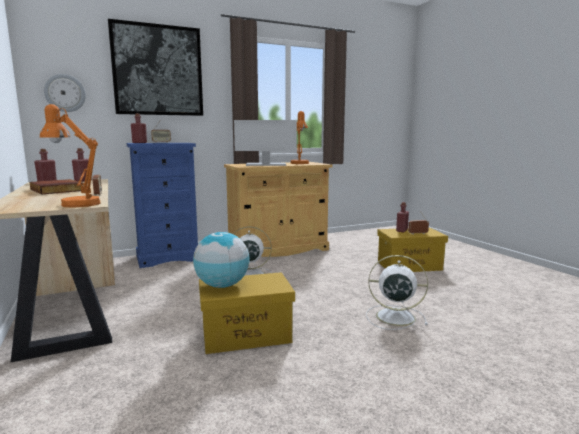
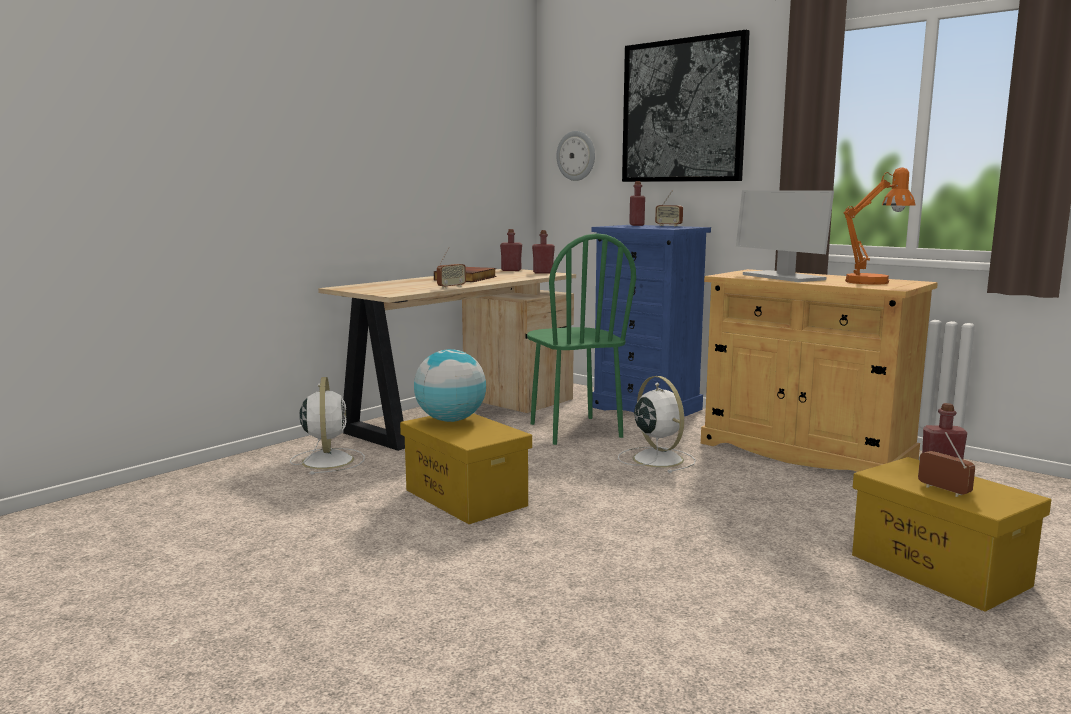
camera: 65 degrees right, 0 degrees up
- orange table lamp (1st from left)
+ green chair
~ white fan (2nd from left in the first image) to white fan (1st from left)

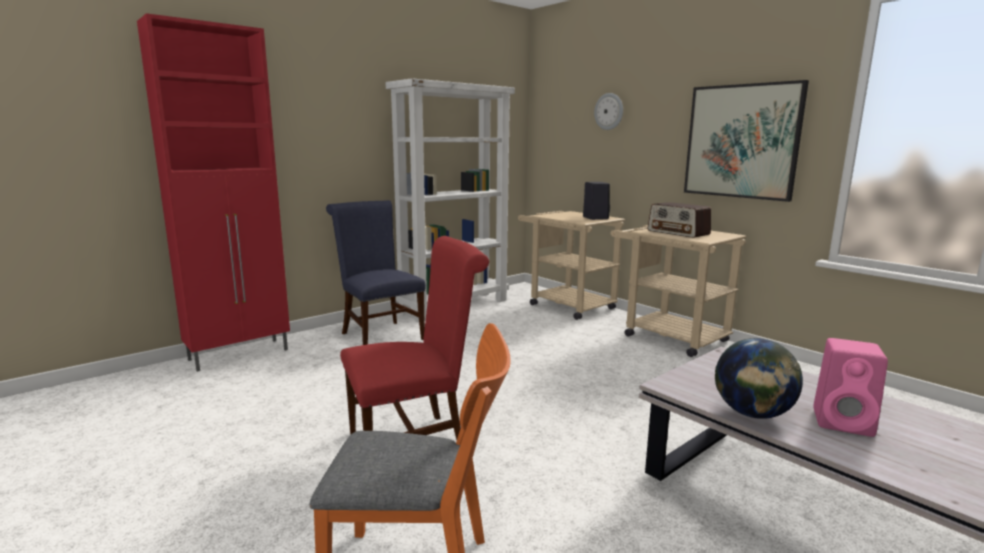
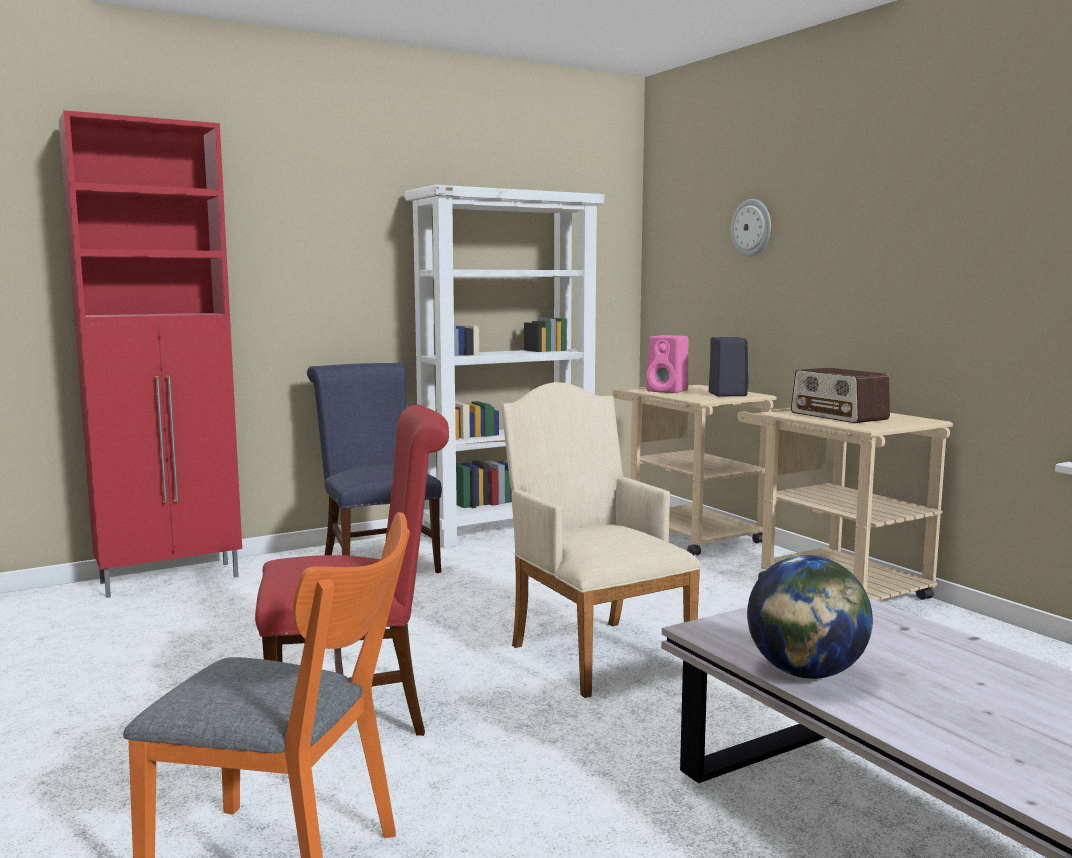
camera: 10 degrees right, 5 degrees down
- picture
+ beige armchair
~ pink speaker

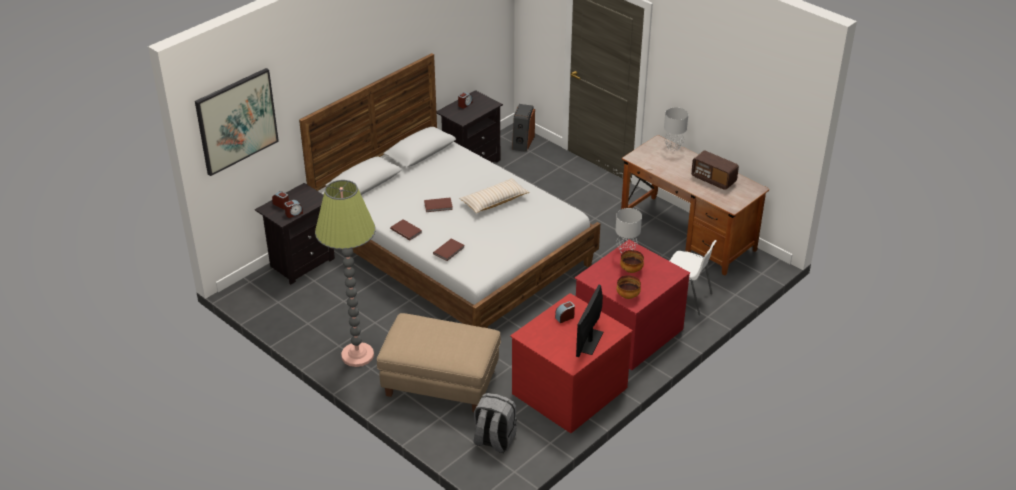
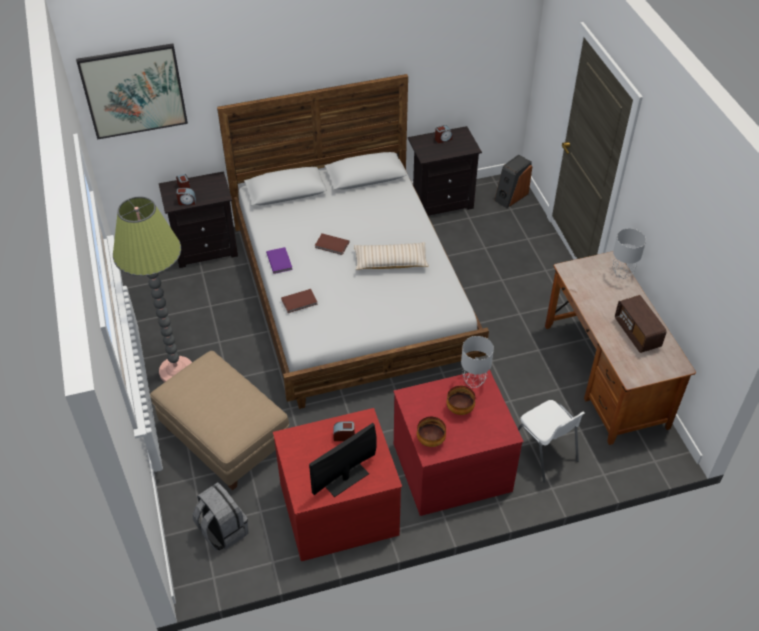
camera: 30 degrees right, 10 degrees up
~ brown book (1st from left) to purple book

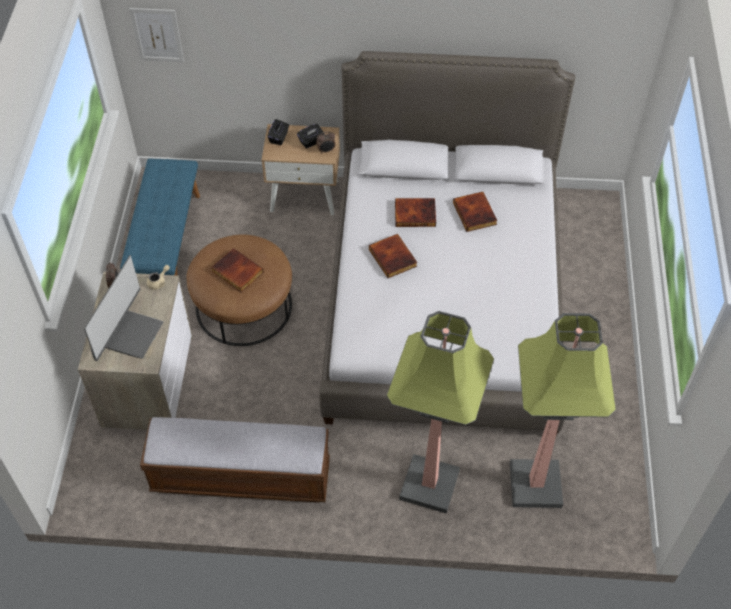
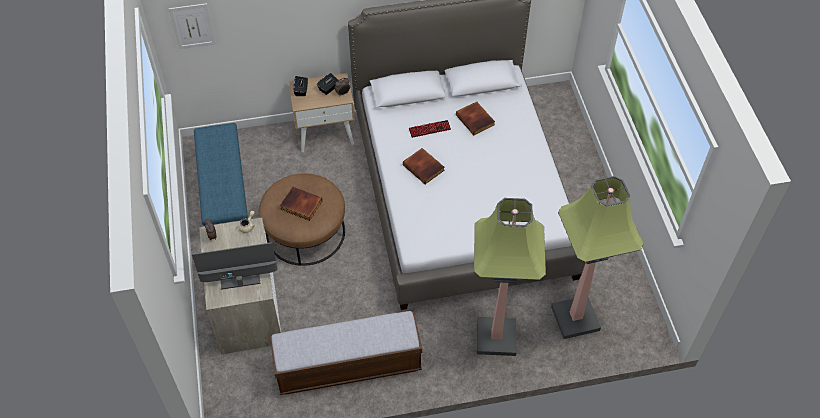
camera: 15 degrees left, 0 degrees up
~ book (3rd from left) to keyboard
~ monitor 105 degrees counterclockwise

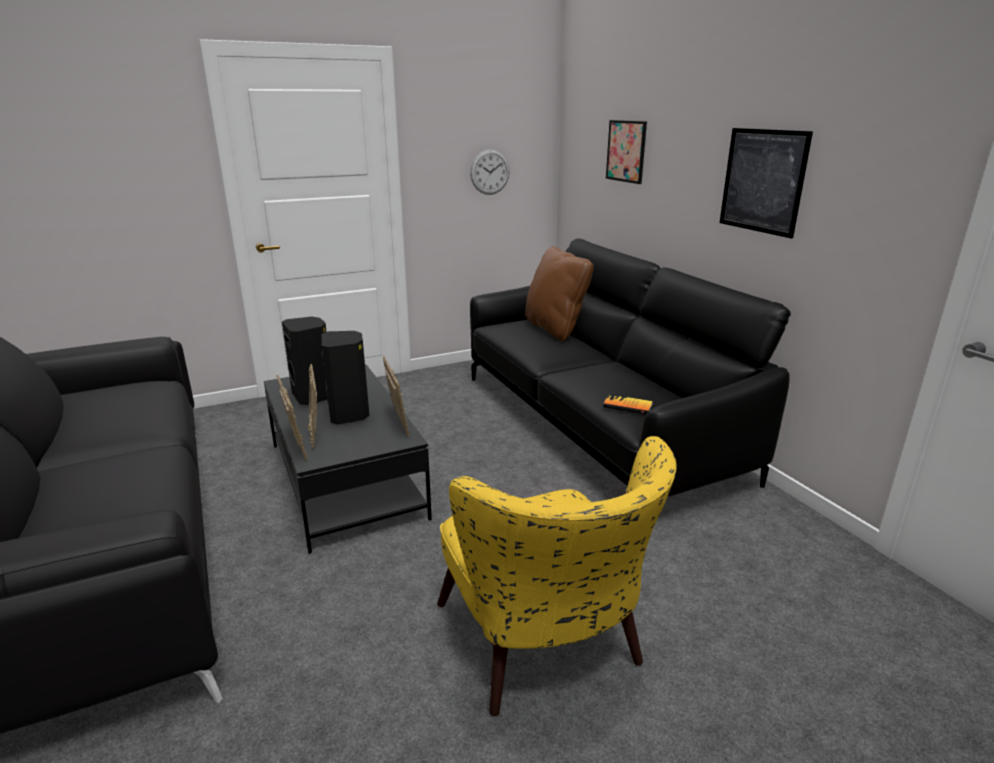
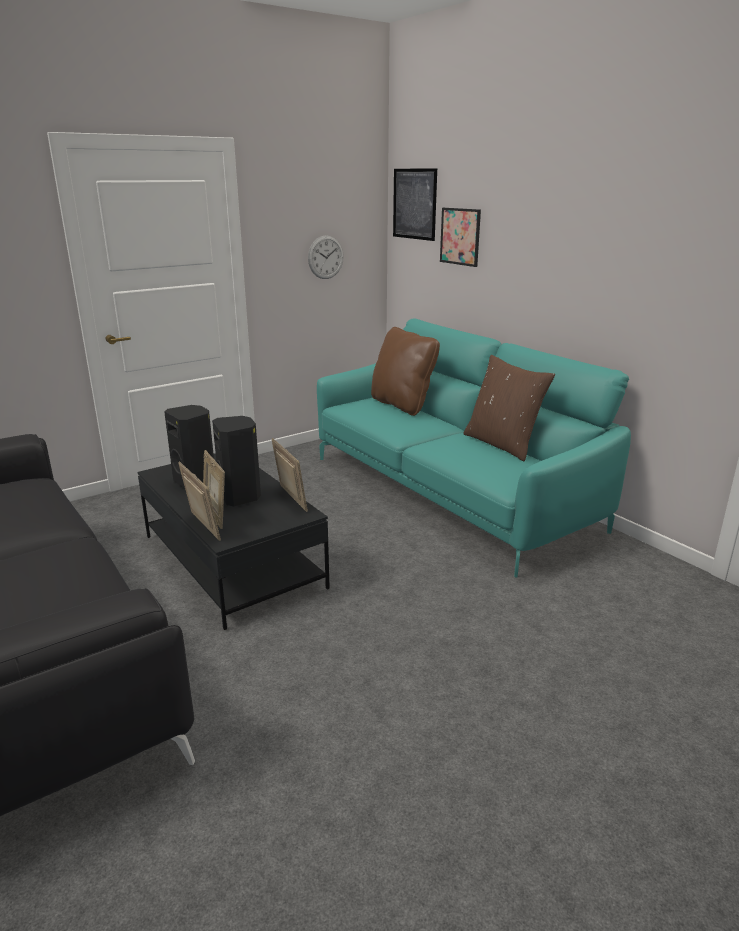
camera: 10 degrees left, 0 degrees up
- yellow armchair
- book
+ brown pillow (2nd from left)
~ picture (2nd from left in the first image) to picture (1st from left)
~ black sofa (2nd from left) to turquoise sofa

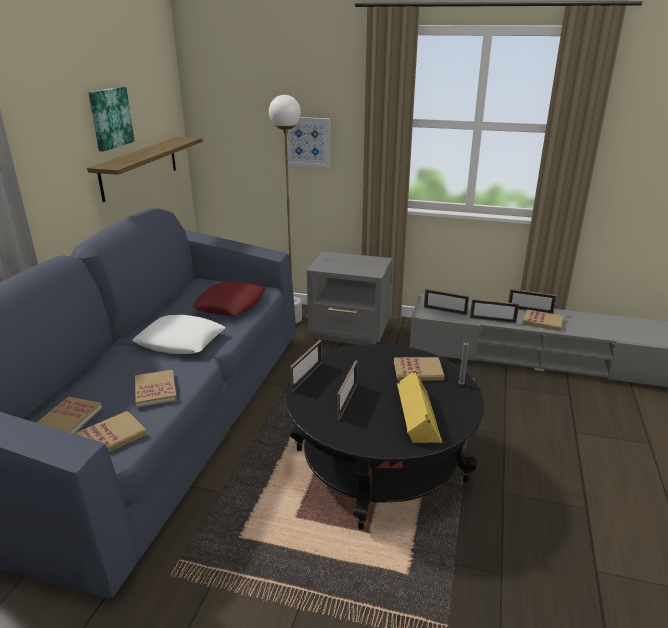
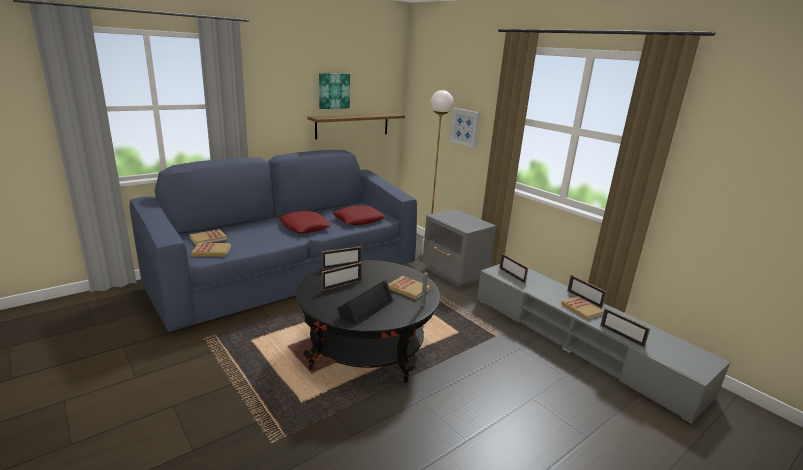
camera: 35 degrees right, 5 degrees down
- book (3rd from left)
~ picture frame (4th from left in the first image) to picture frame (5th from left)
~ white pillow to red pillow (1st from left)
~ yellow speaker to black speaker

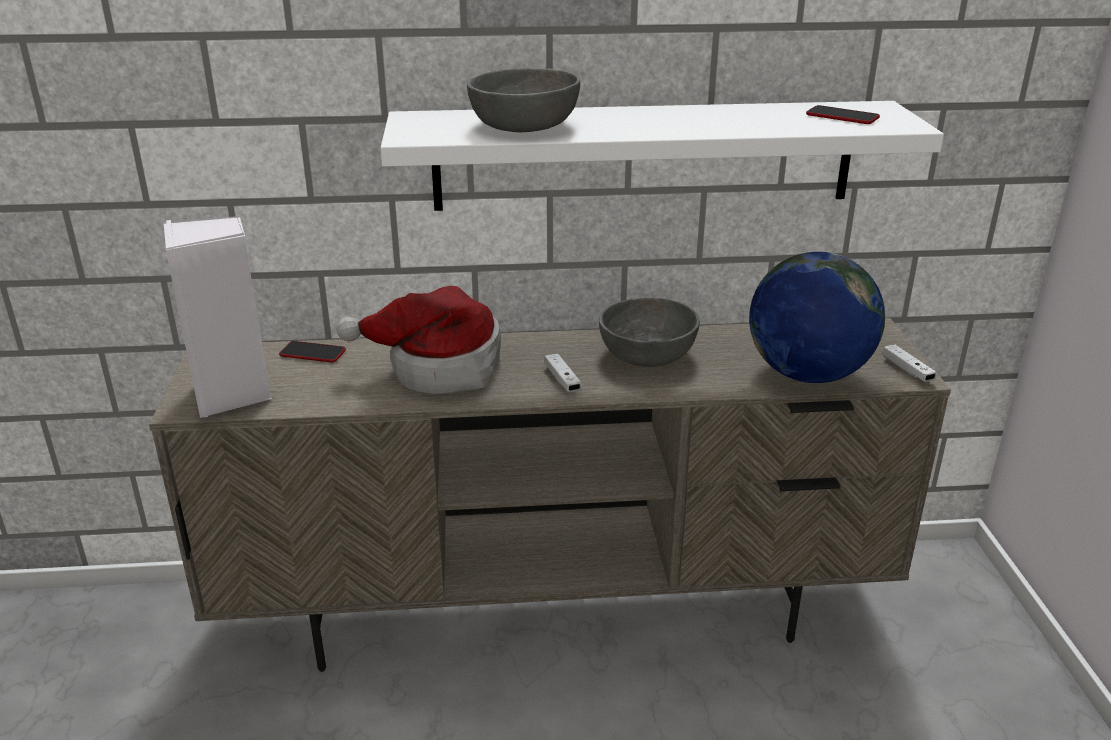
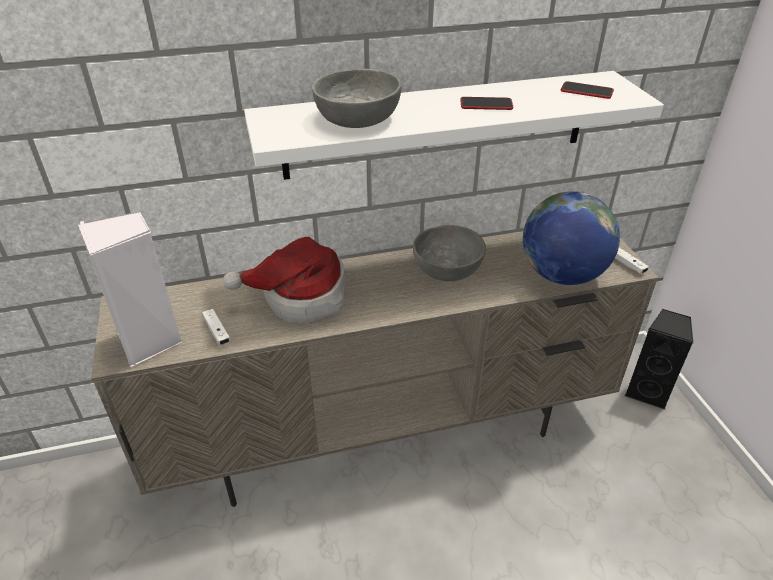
camera: 10 degrees left, 10 degrees up
+ black speaker
~ phone (1st from left)
~ white game controller (1st from left)

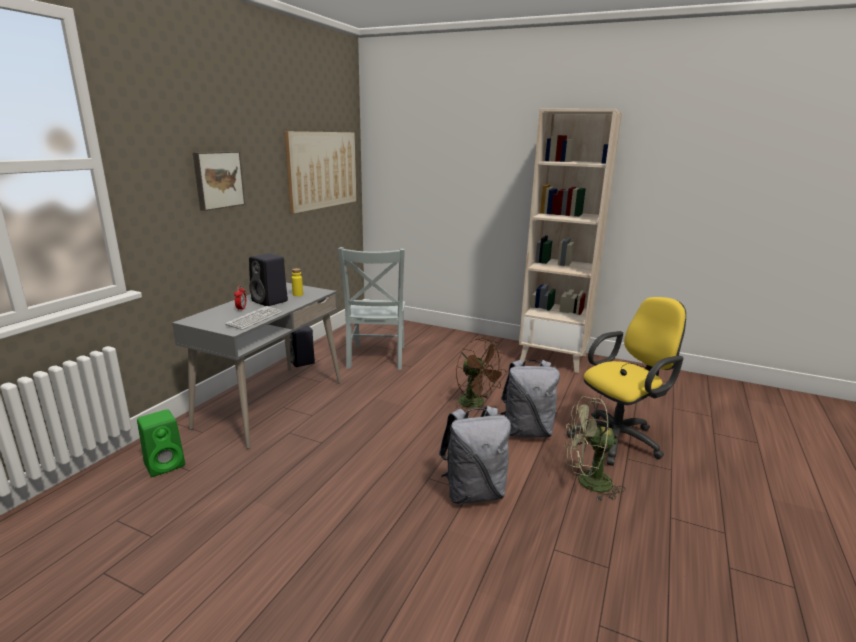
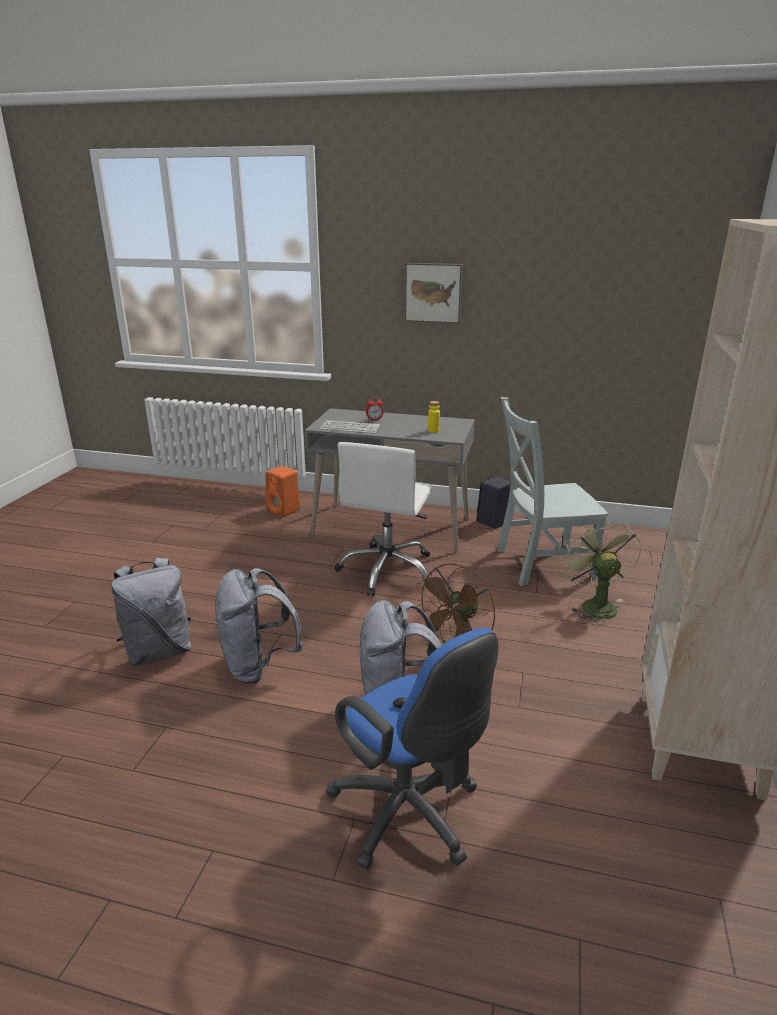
camera: 80 degrees right, 5 degrees up
- black speaker (1st from left)
- picture (2nd from left)
+ grey backpack (1st from left)
+ white office chair
~ green fan
~ green speaker to orange speaker
~ yellow office chair to blue office chair

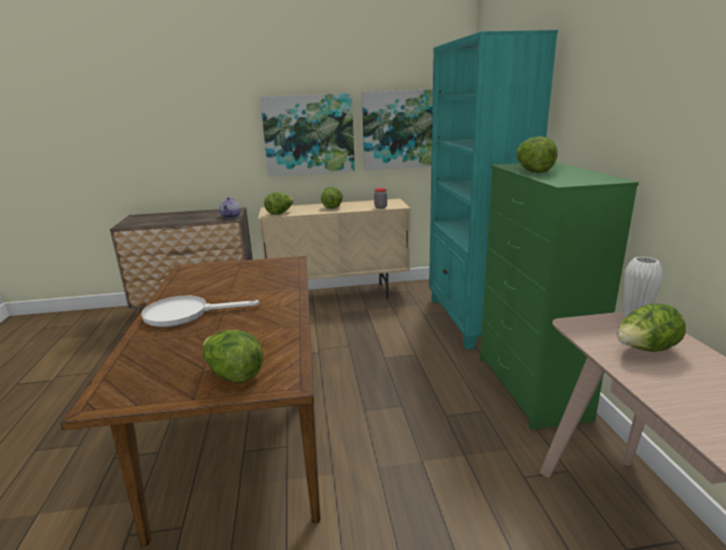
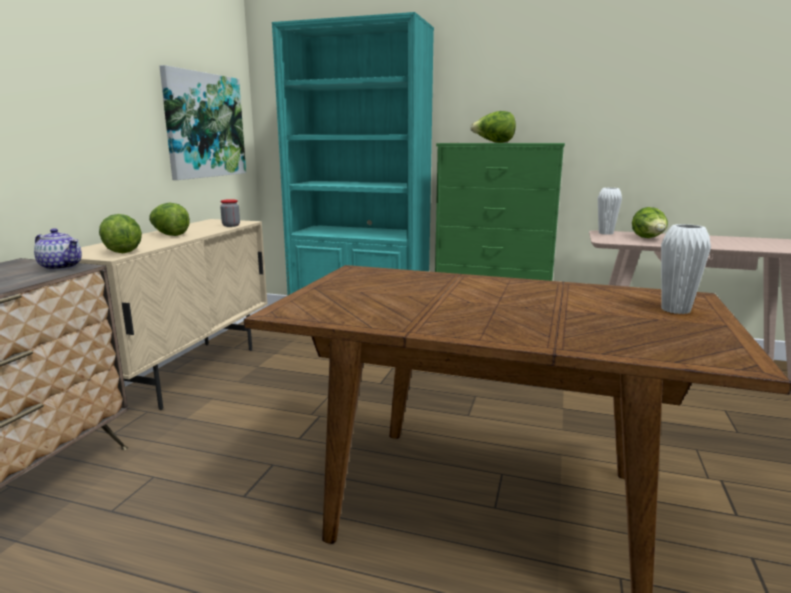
camera: 65 degrees left, 5 degrees down
- white frying pan
- picture (1st from left)
~ lettuce (1st from left) to white vase (2nd from left)

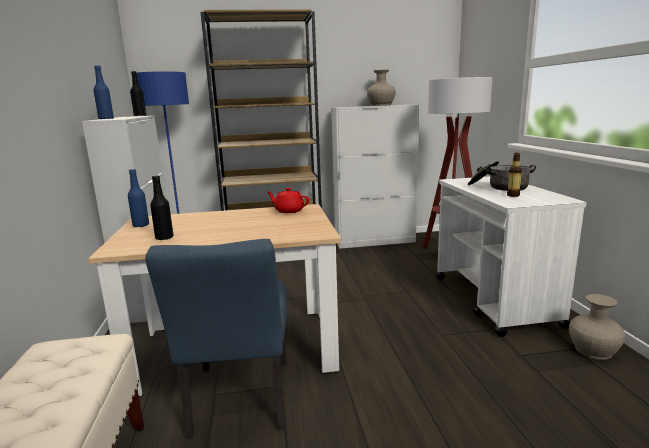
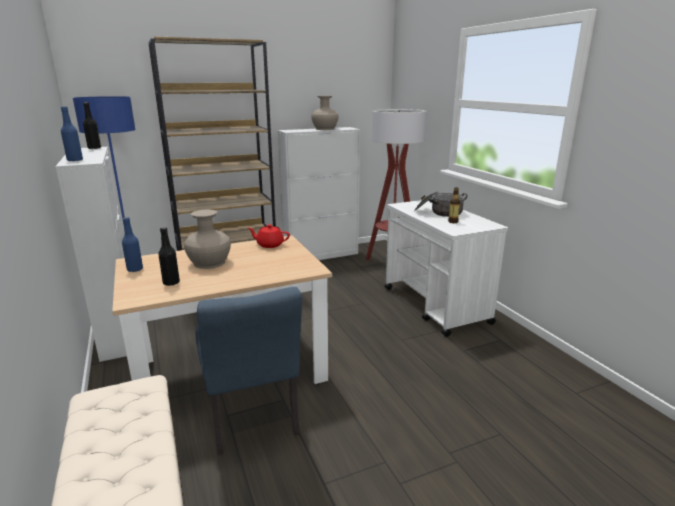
camera: 15 degrees left, 5 degrees up
~ beige vase (2nd from left in the first image) to beige vase (1st from left)

